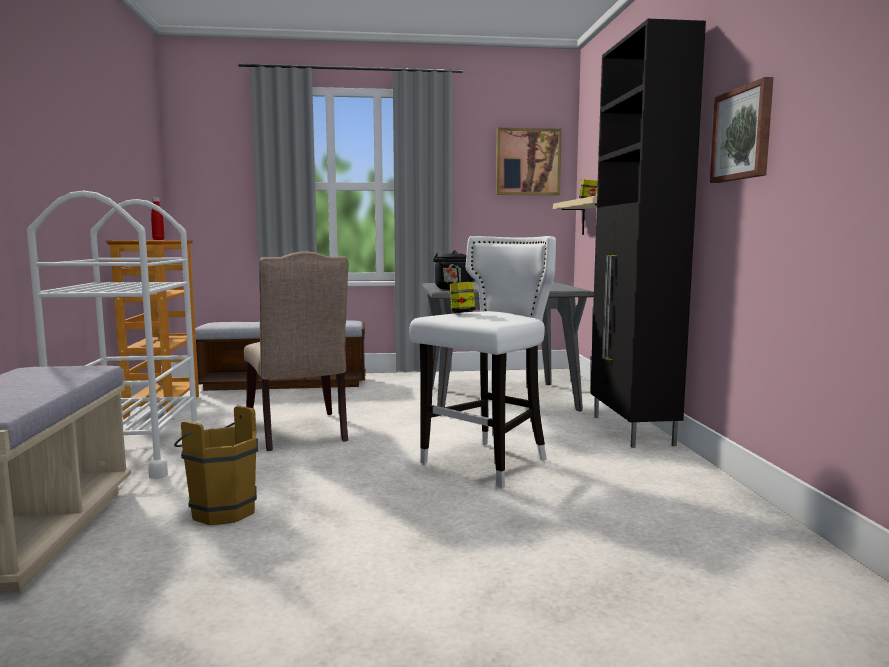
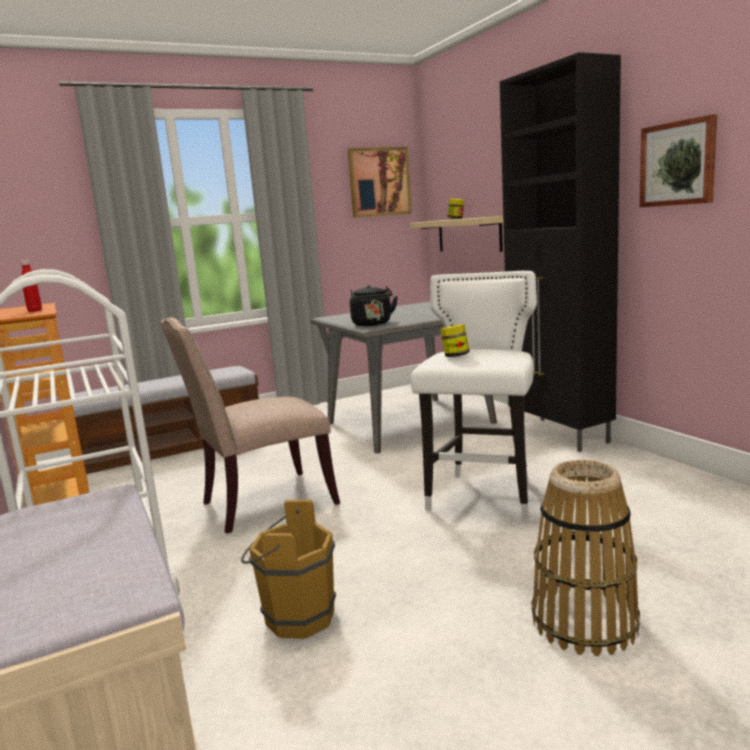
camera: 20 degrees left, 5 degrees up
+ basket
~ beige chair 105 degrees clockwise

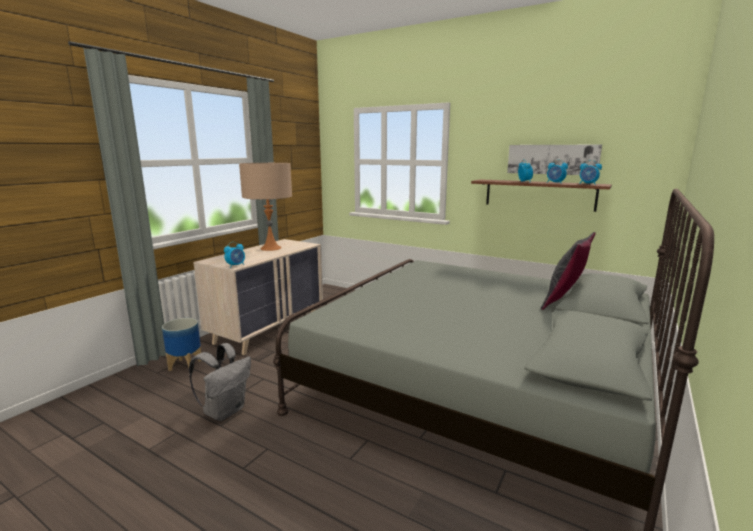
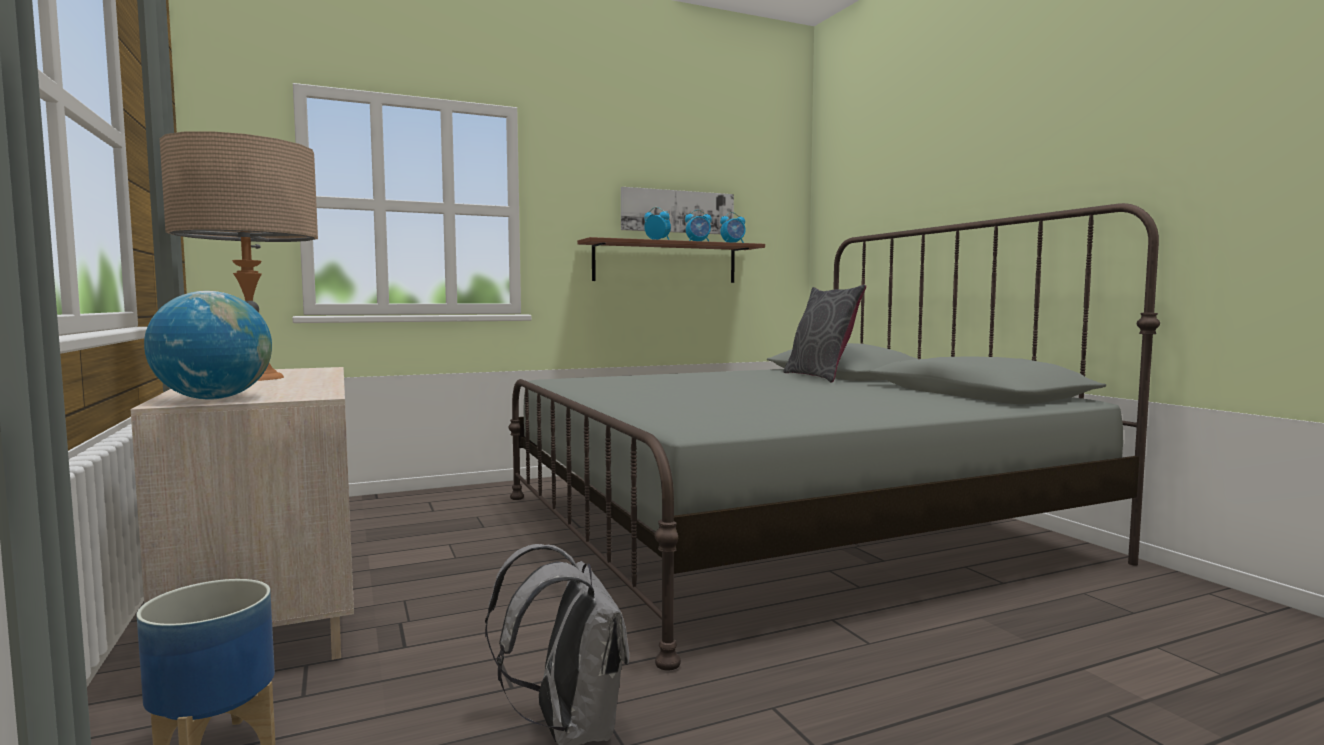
camera: 55 degrees left, 10 degrees down
- alarm clock (1st from left)
+ globe

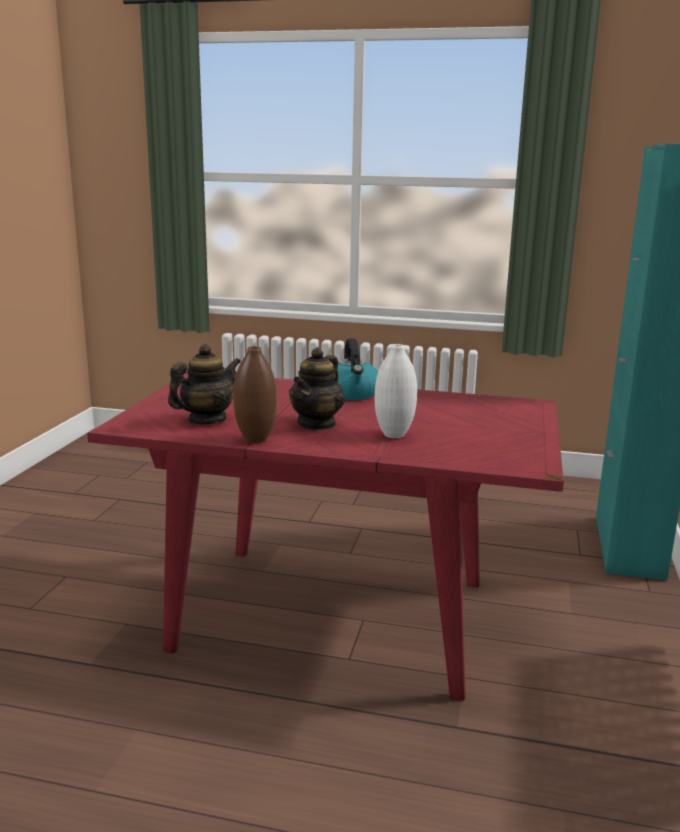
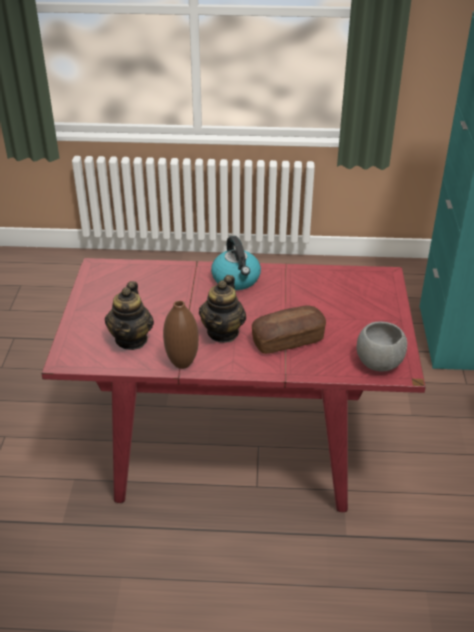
camera: 10 degrees left, 20 degrees up
+ grey bowl
~ white vase to bread
~ teapot (1st from left) 150 degrees clockwise

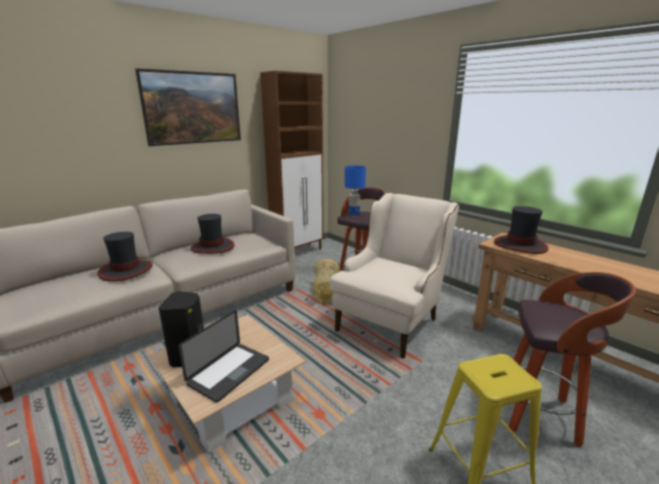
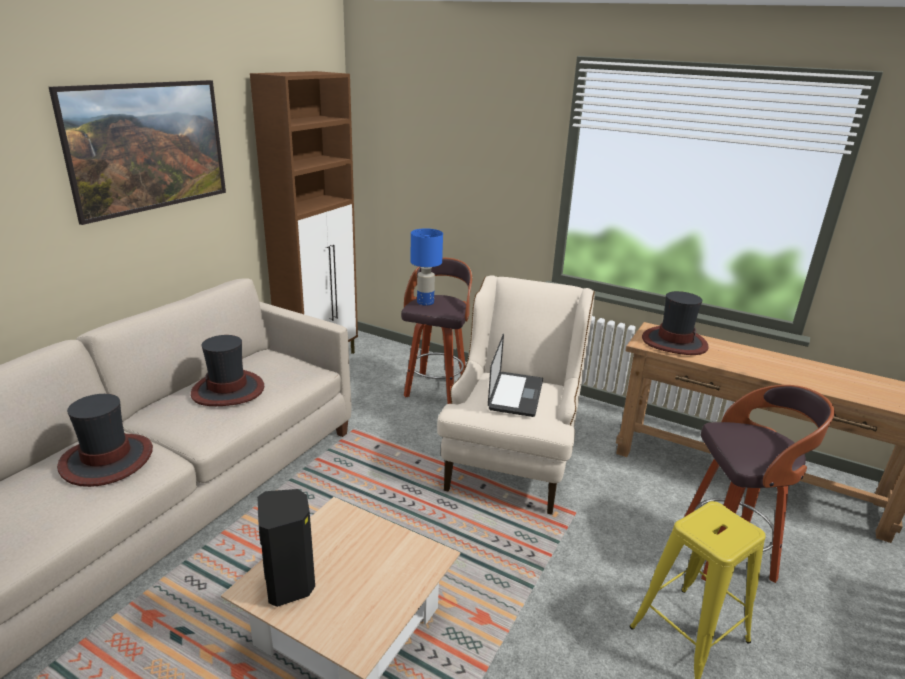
camera: 20 degrees left, 5 degrees up
- basket
~ laptop

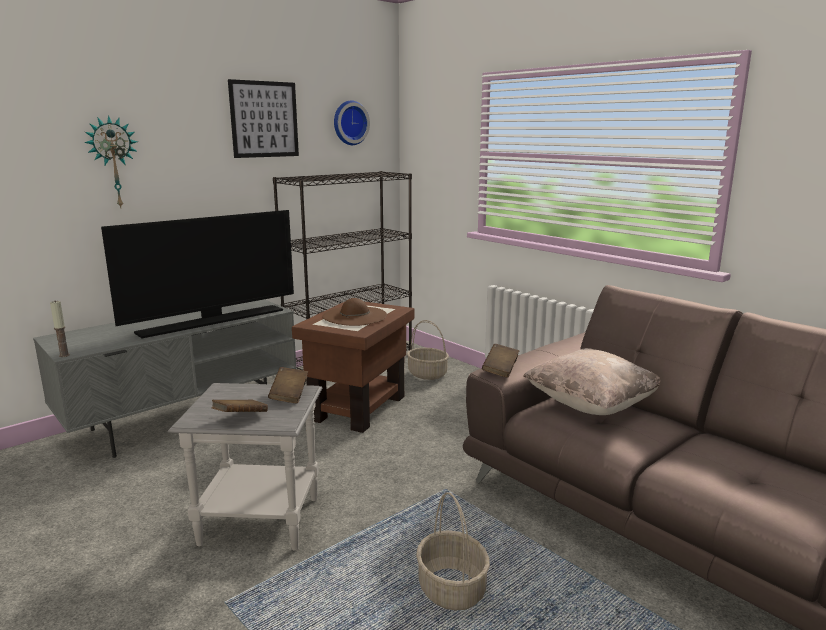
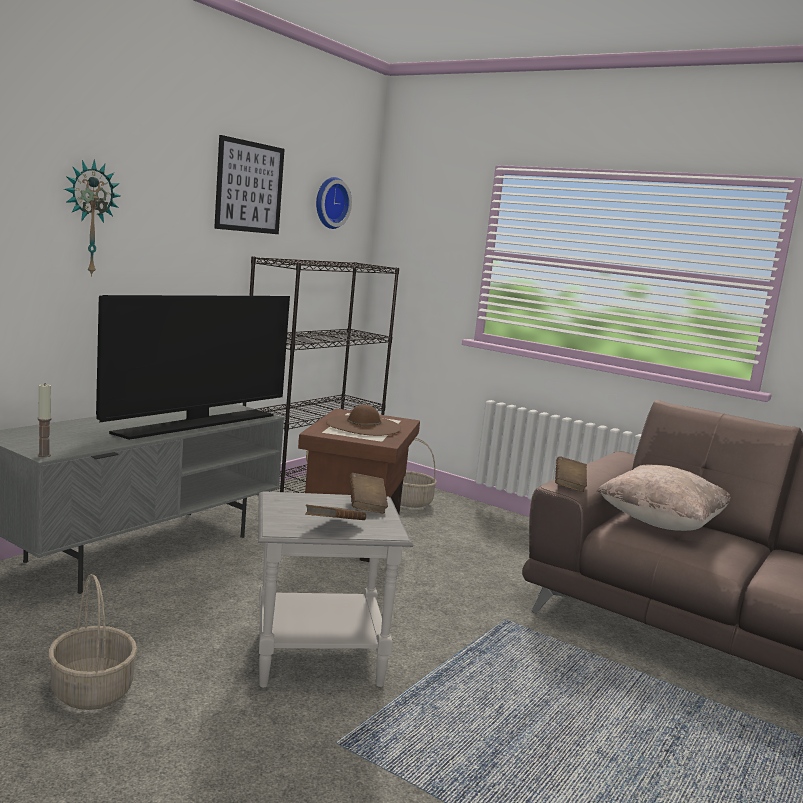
camera: 15 degrees left, 5 degrees down
~ basket (2nd from left in the first image) to basket (1st from left)

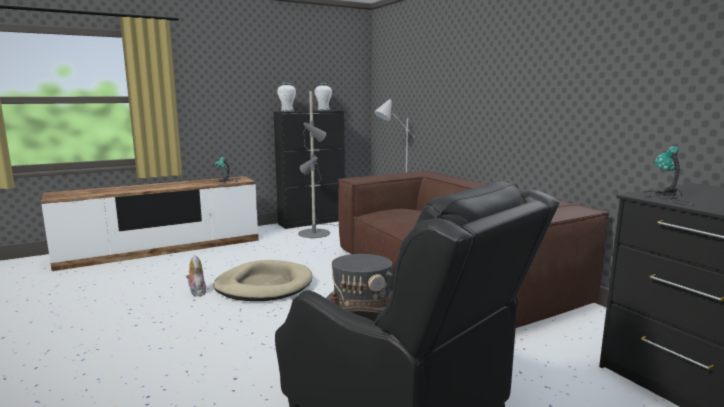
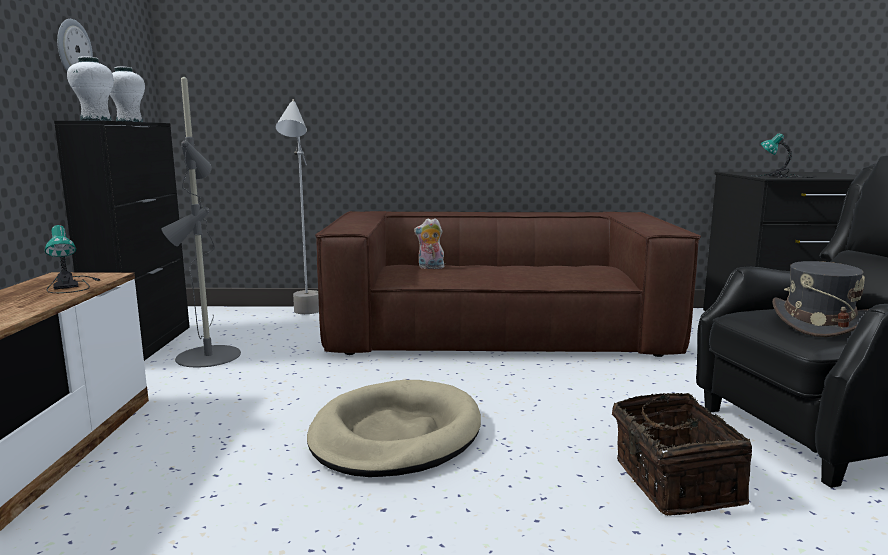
camera: 60 degrees left, 0 degrees up
+ wall clock
+ basket
~ plush toy

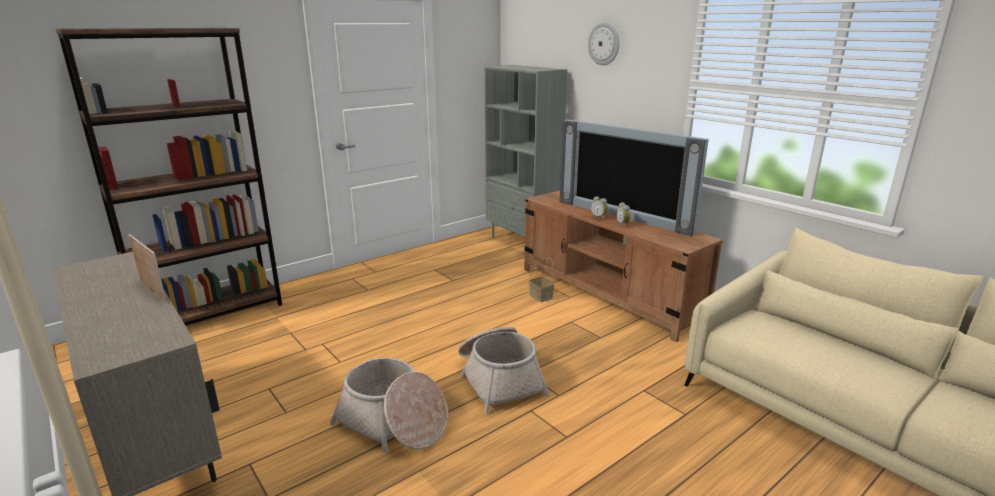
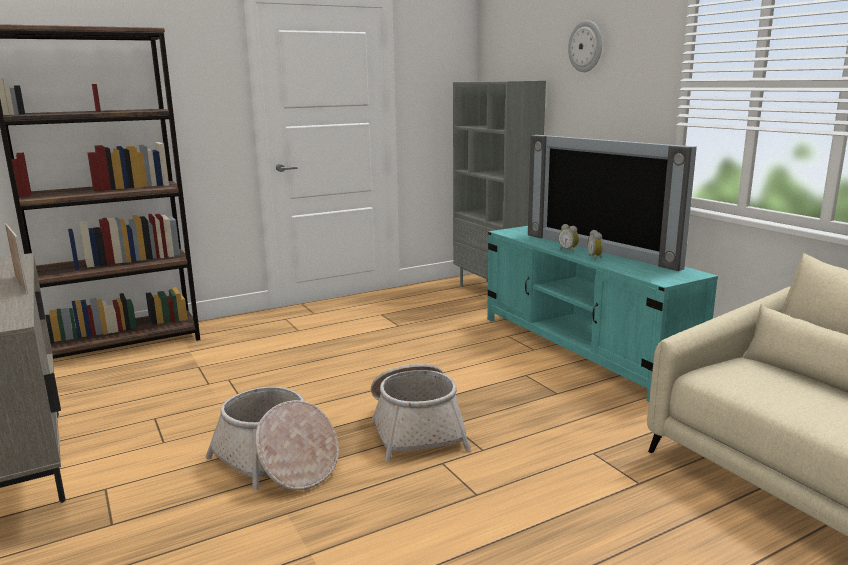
camera: 10 degrees right, 5 degrees down
- basket (3rd from left)
~ brown tv stand to turquoise tv stand

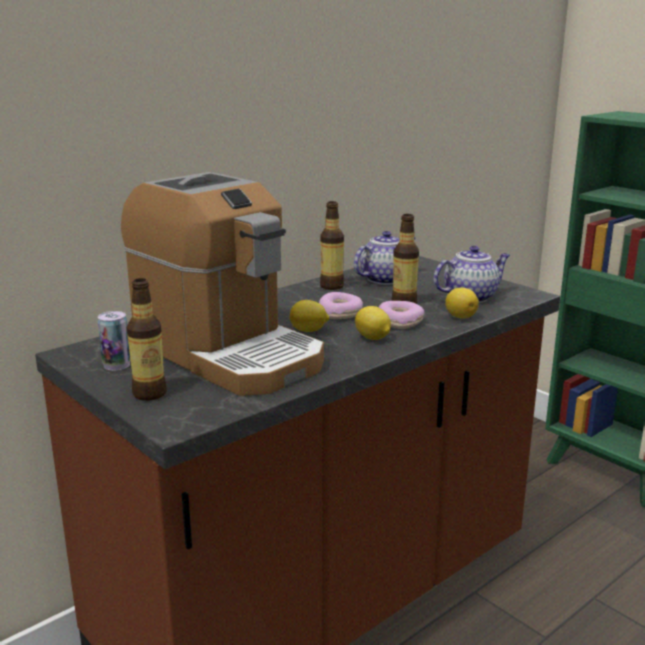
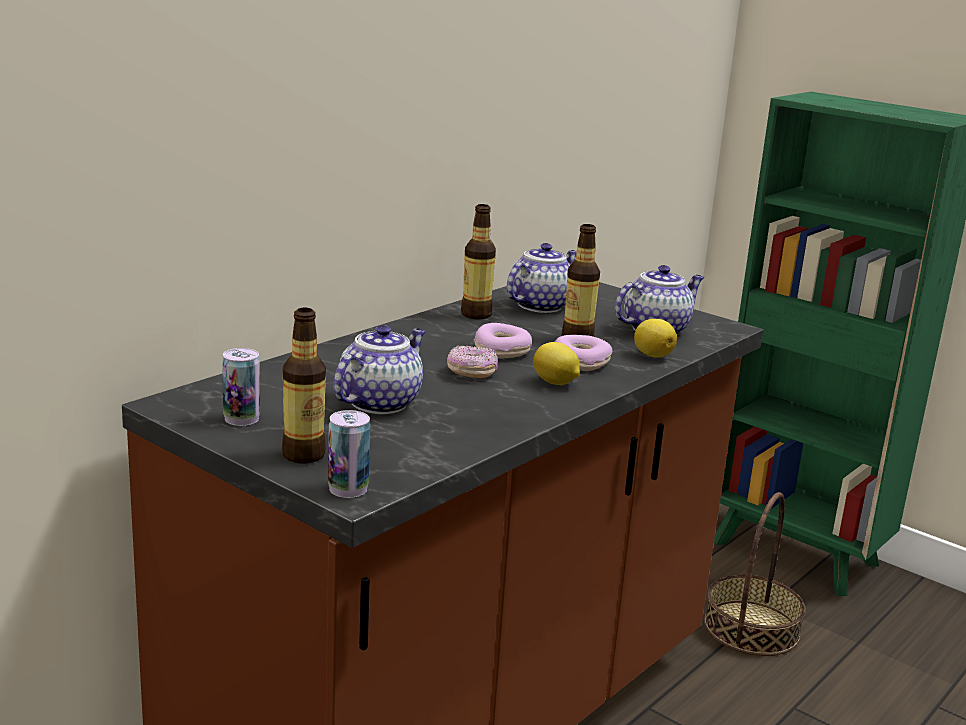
camera: 10 degrees left, 0 degrees up
+ can (2nd from left)
+ basket
~ coffee machine to teapot (1st from left)
~ lemon (1st from left) to donut (1st from left)

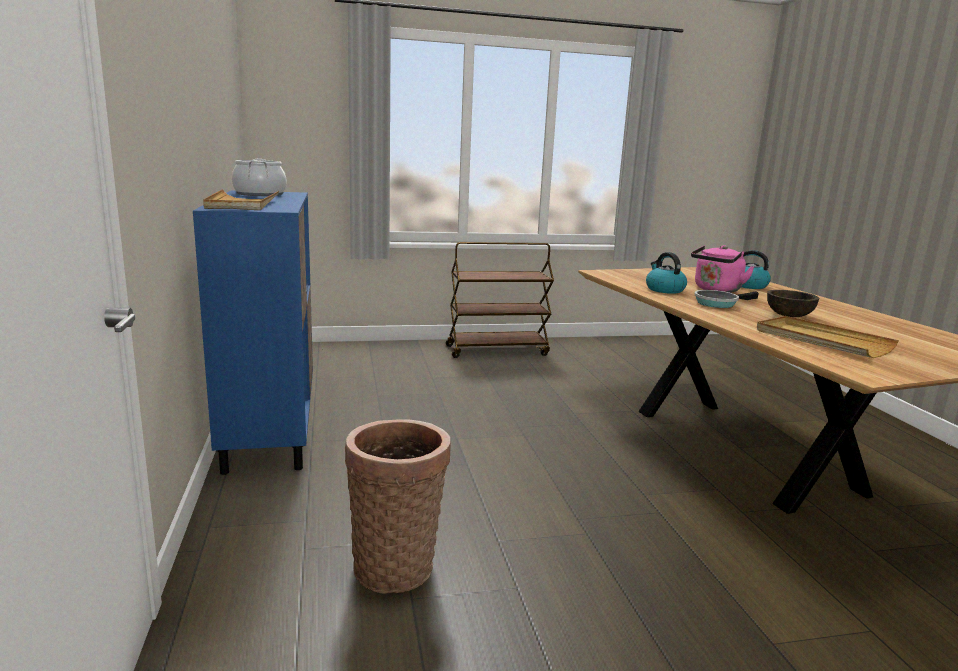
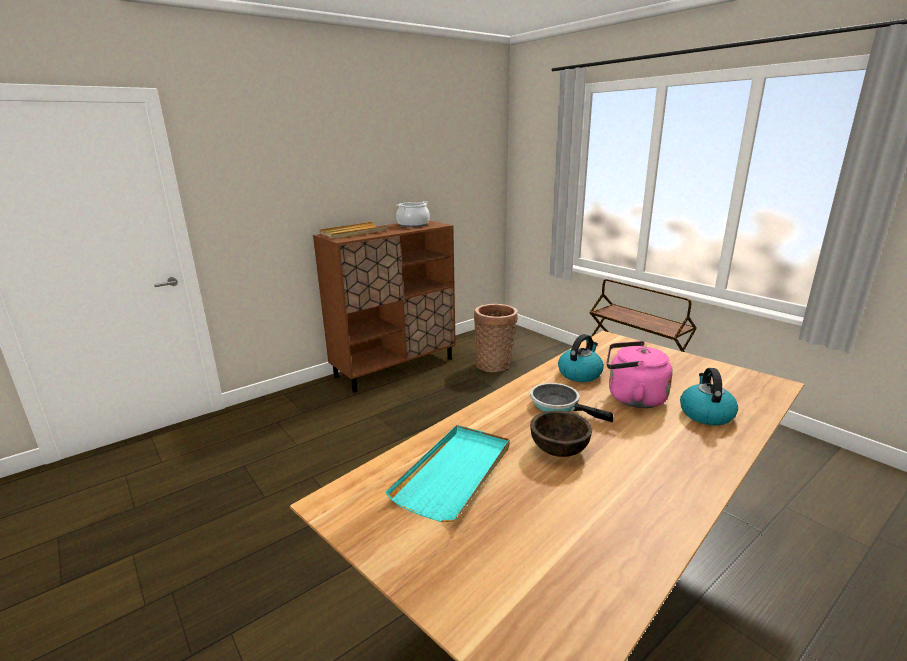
camera: 65 degrees right, 5 degrees up
~ basket
~ blue cabinet to brown cabinet
~ beige tray (2nd from left) to turquoise tray

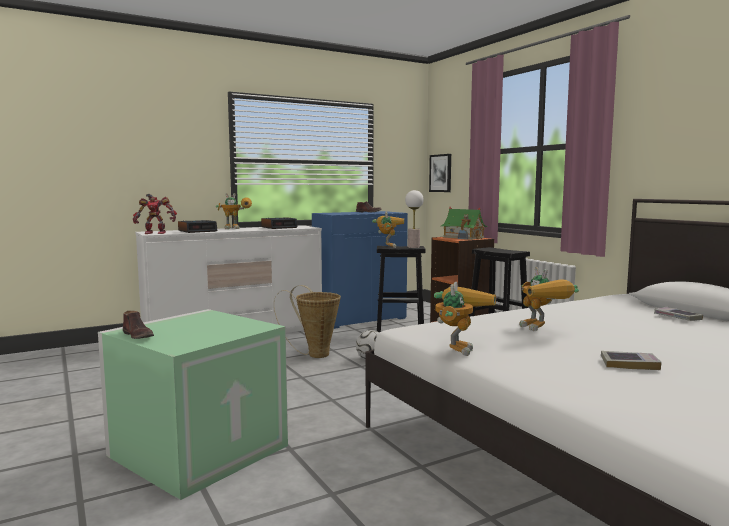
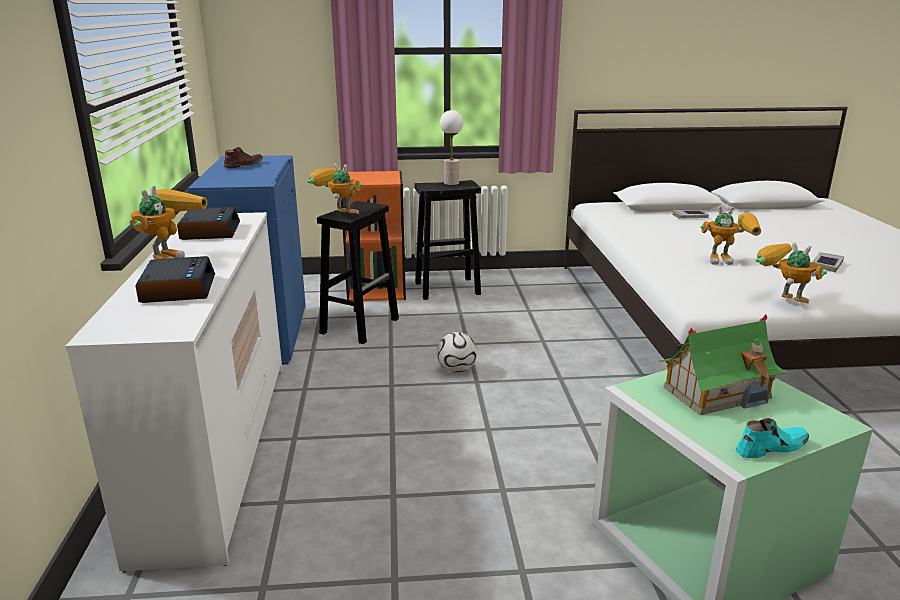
camera: 65 degrees left, 15 degrees up
- toy robot (1st from left)
- basket
- picture
~ table lamp
~ toy house
~ brown shoe (1st from left) to turquoise shoe

